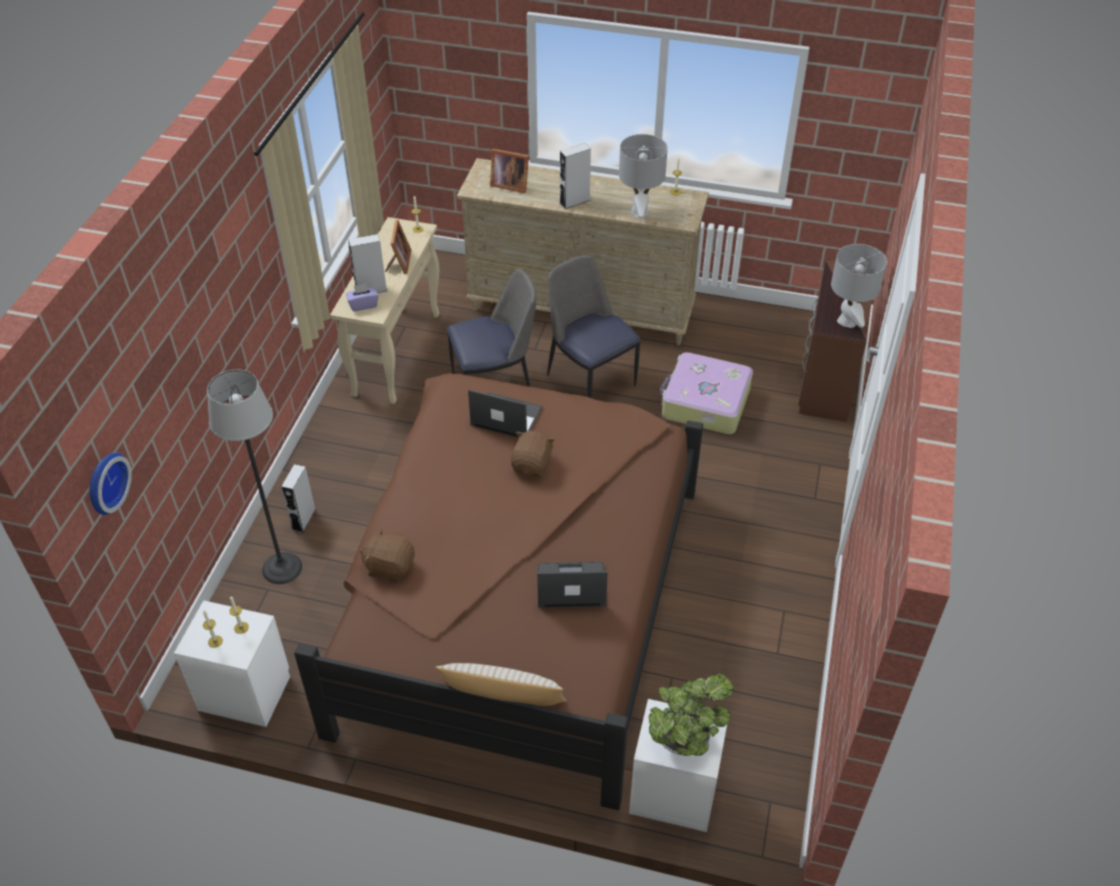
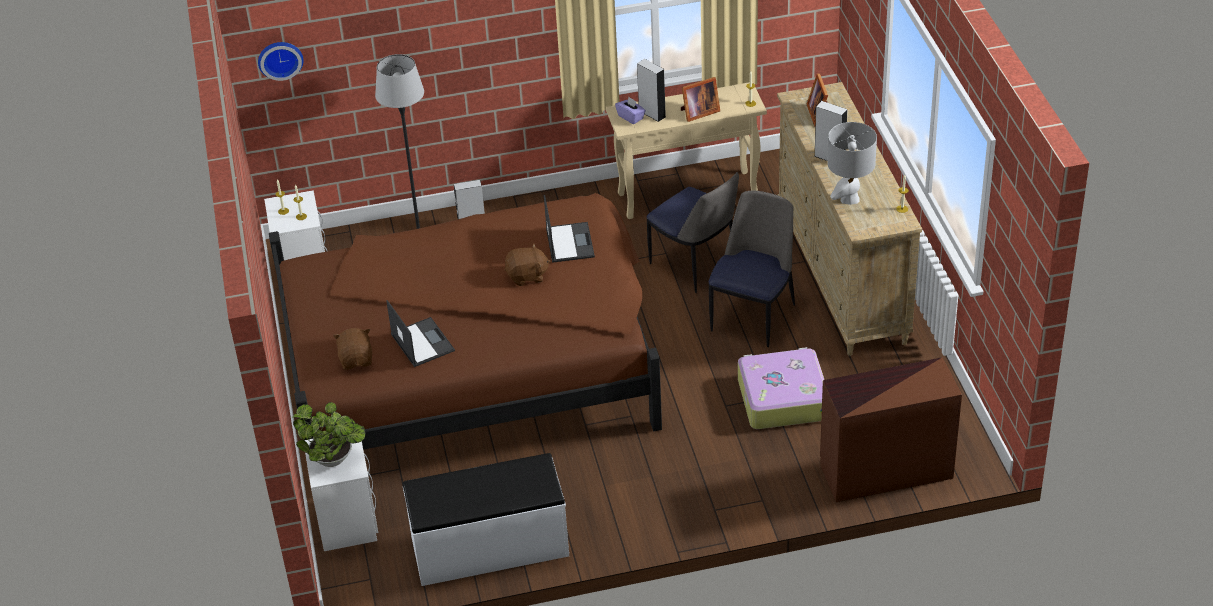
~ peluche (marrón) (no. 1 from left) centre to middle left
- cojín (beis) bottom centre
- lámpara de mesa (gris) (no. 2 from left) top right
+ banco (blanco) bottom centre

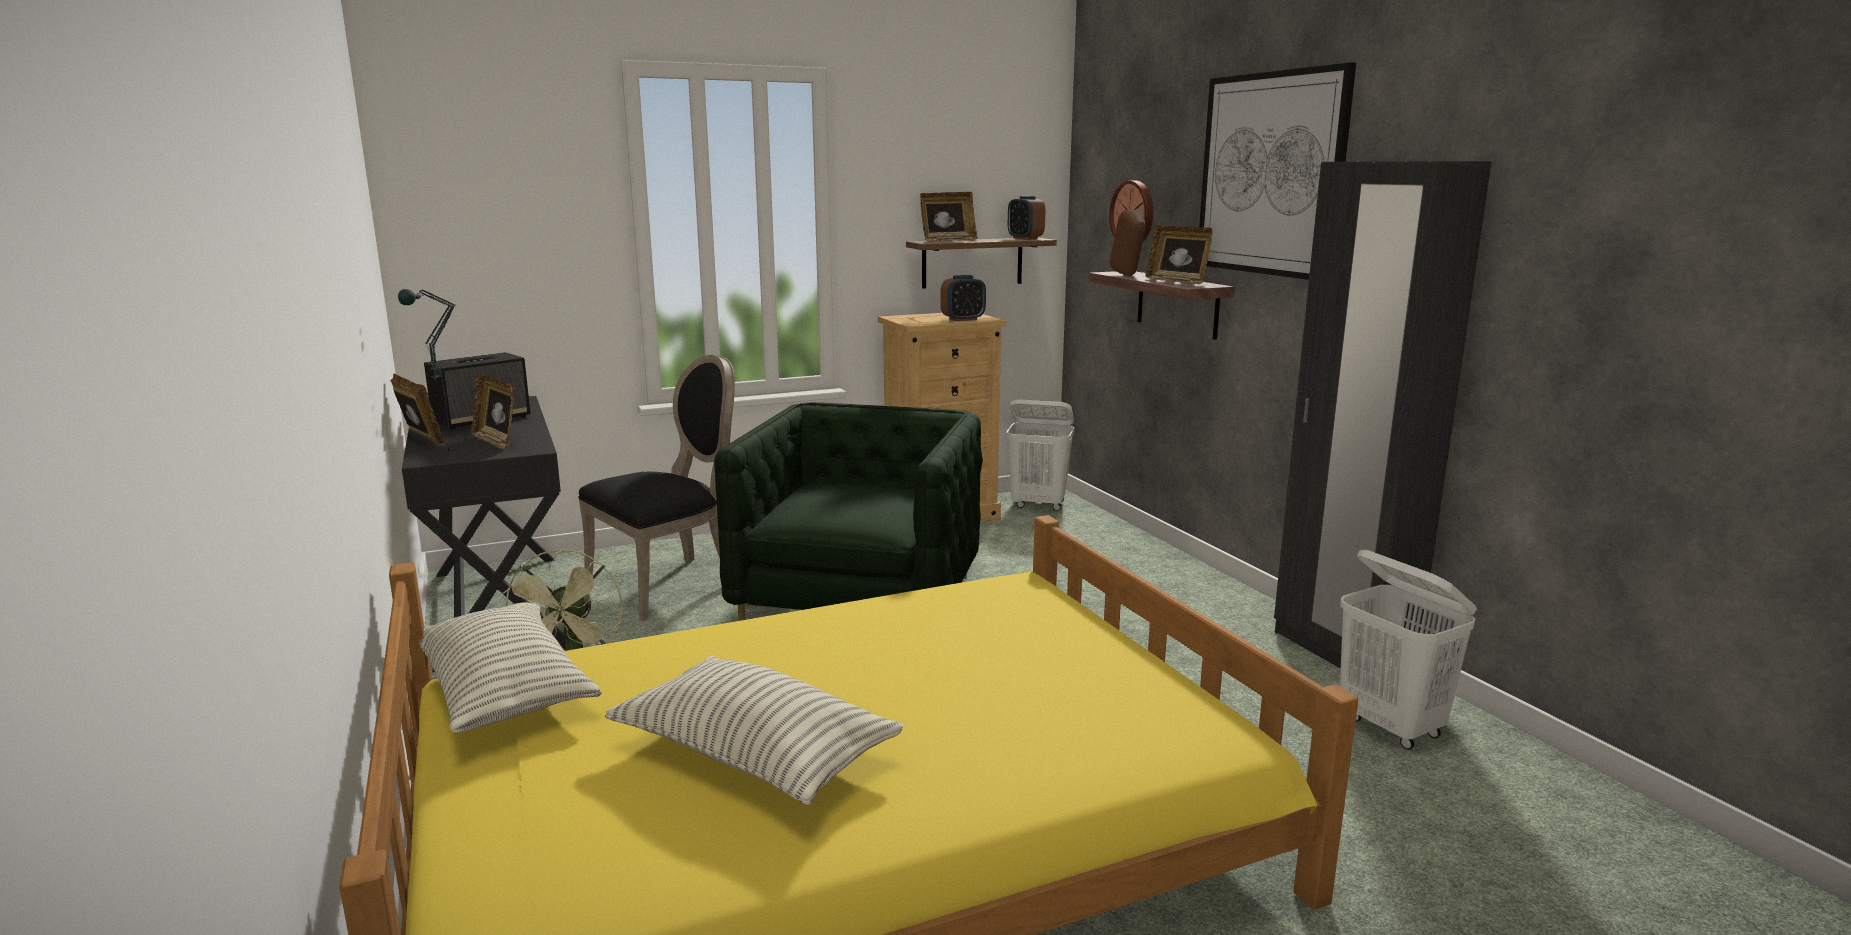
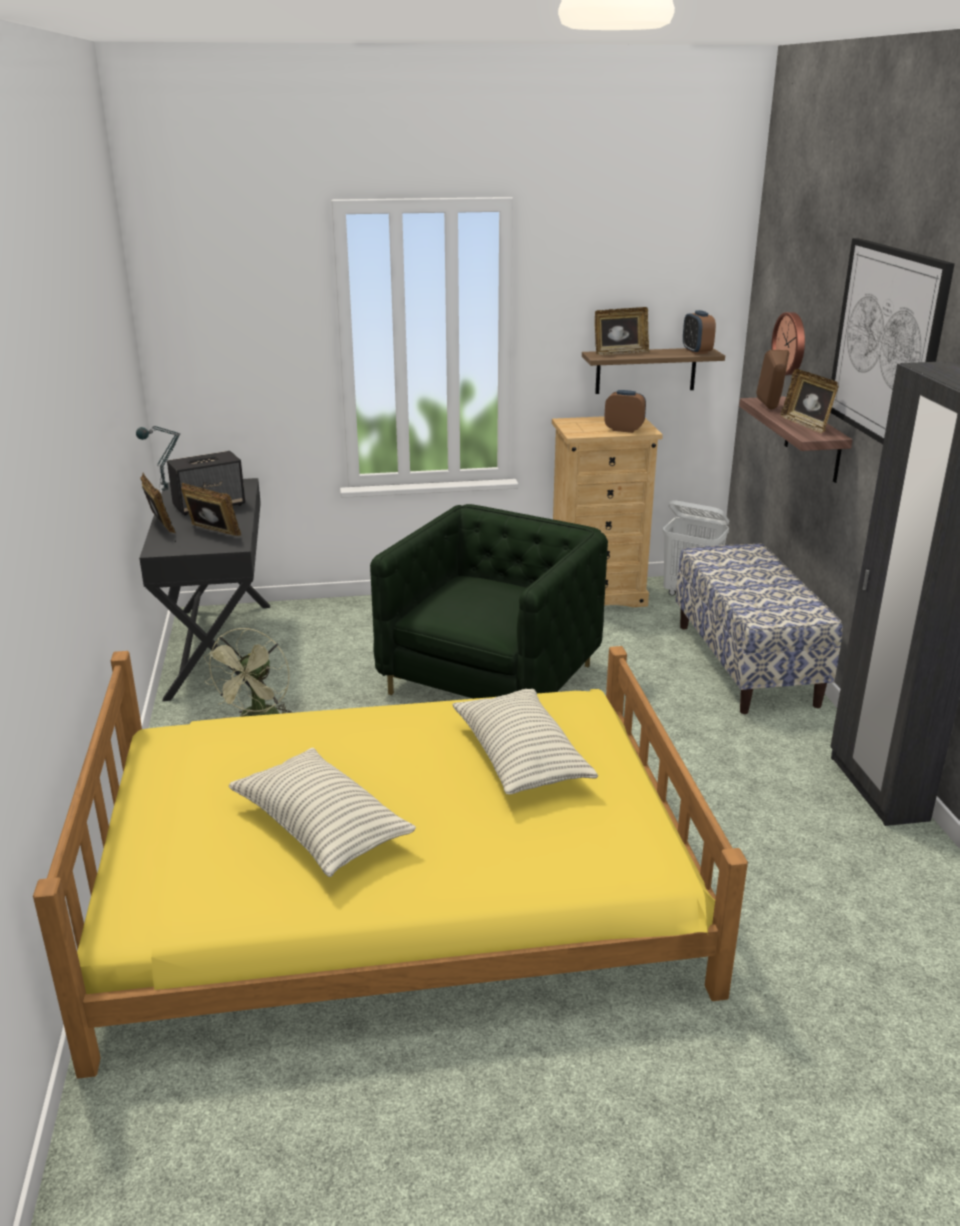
~ cojín (no. 1 from left in the first image) bottom left to cojín (no. 2 from left) centre
~ portarretratos (no. 2 from left) middle left = middle left 150 degrees clockwise
- silla (negro) centre
~ despertador (no. 1 from left) top centre = centre 150 degrees counterclockwise
- cesto de la ropa (blanco) (no. 2 from left) bottom right
+ banco middle right

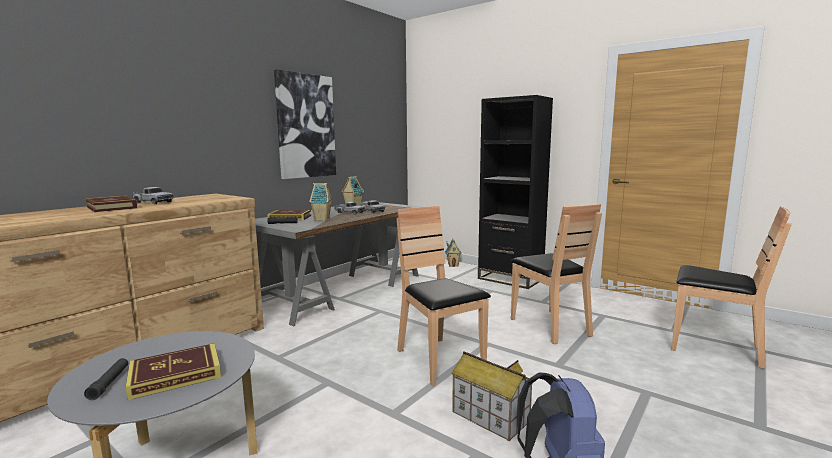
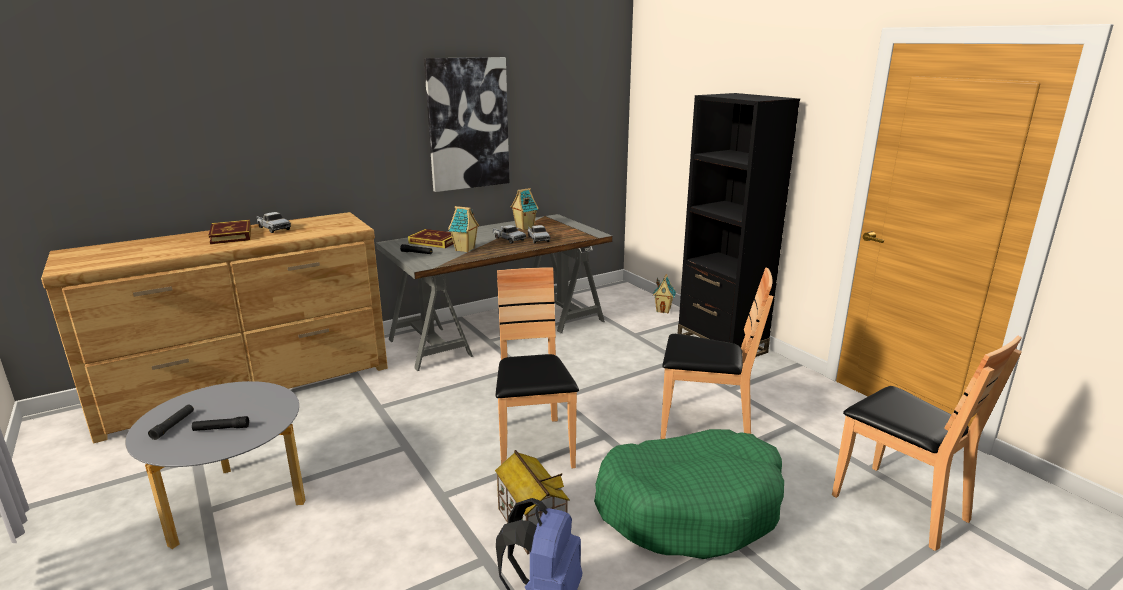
~ libro (no. 2 from left) bottom left to linterna (negro) (no. 2 from left) bottom left
~ silla (marrón) (no. 2 from left) middle right = centre 75 degrees counterclockwise
+ cama para perro (verde) bottom centre

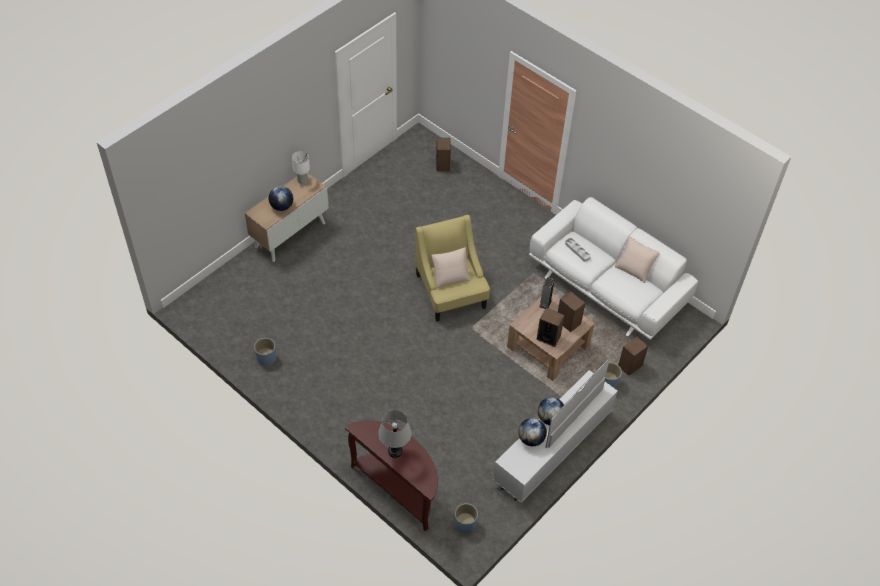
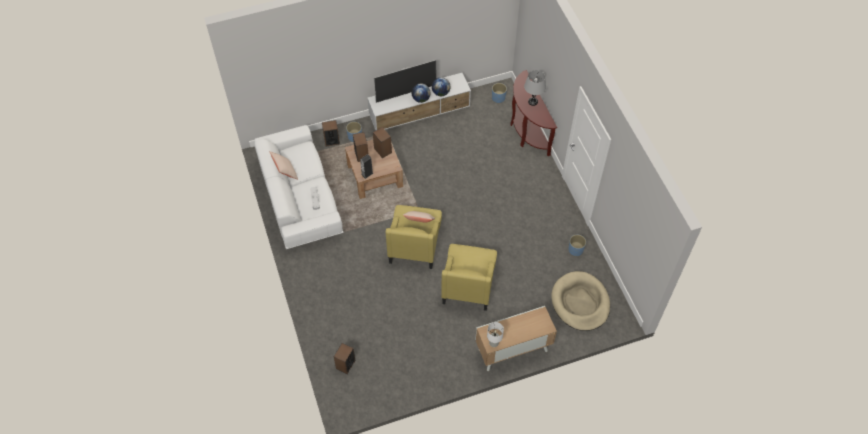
- globo terráqueo (no. 1 from left) middle left
+ sillón (amarillo) (no. 2 from left) centre
+ cama para perro (beis) bottom right

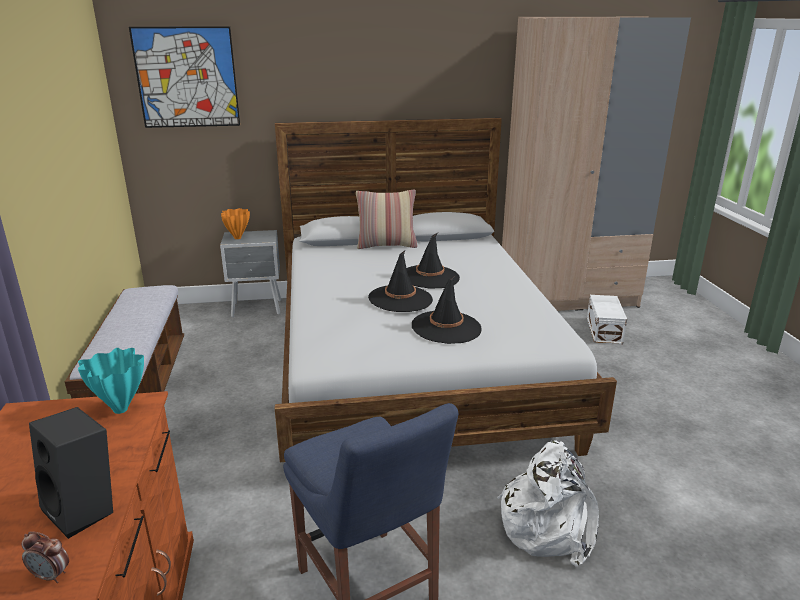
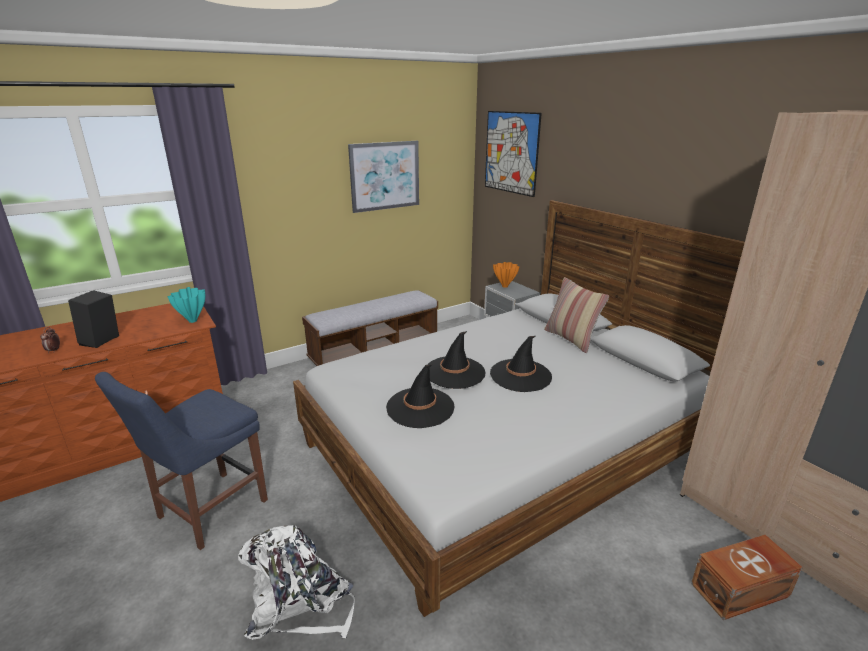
~ caja de almacenaje (blanco) middle right to caja de almacenaje (marrón) bottom right
+ cuadro (no. 1 from left) top centre

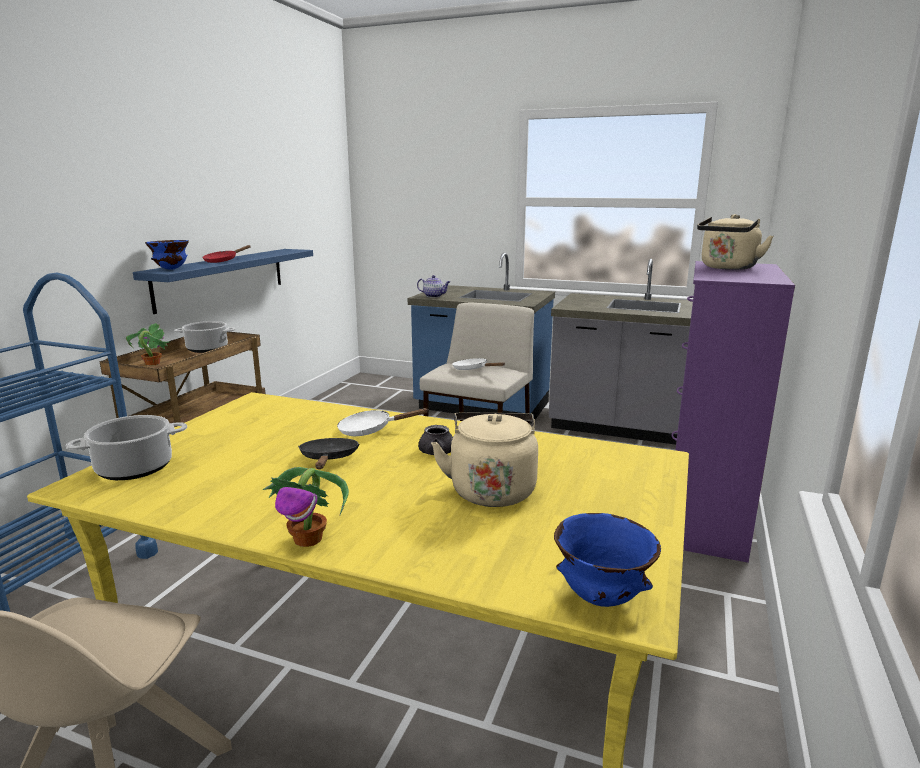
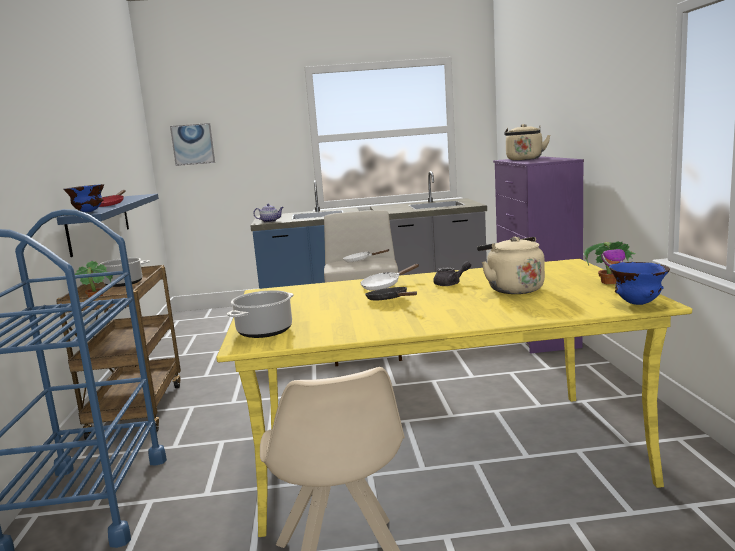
~ planta en maceta (no. 2 from left) middle left to middle right
+ cuadro top left

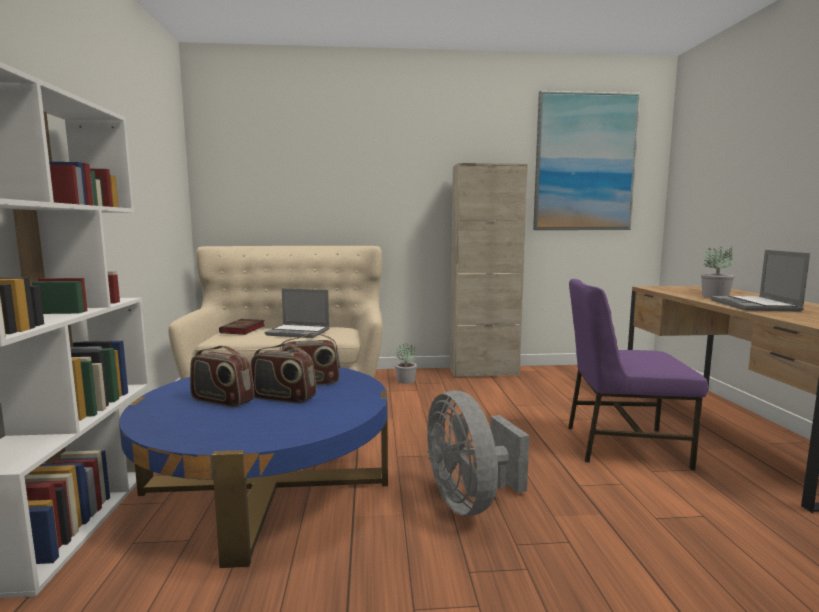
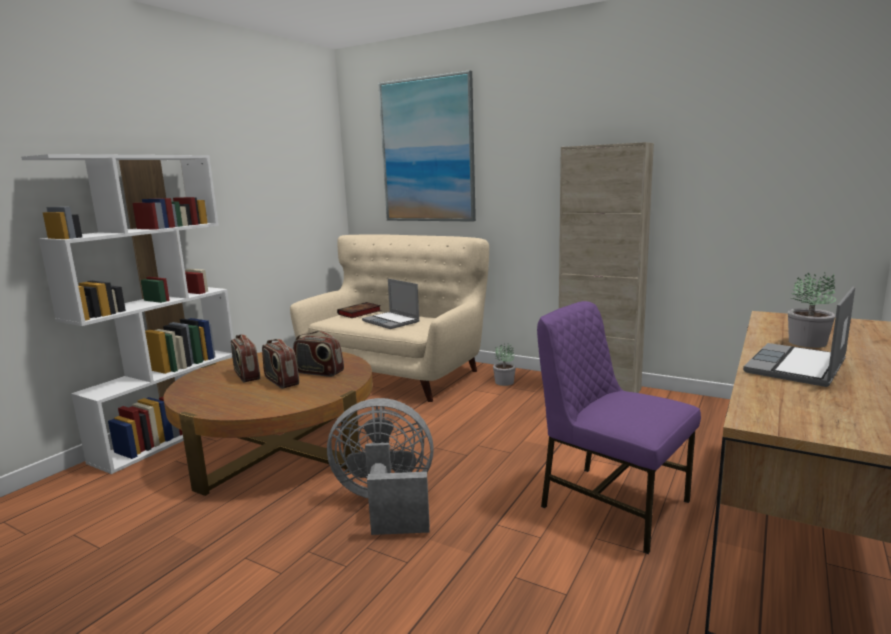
~ mesa de centro (azul) bottom left to mesa de centro (marrón) bottom left
~ ventilador (gris) bottom centre = bottom centre 75 degrees clockwise
~ cuadro top right to top centre

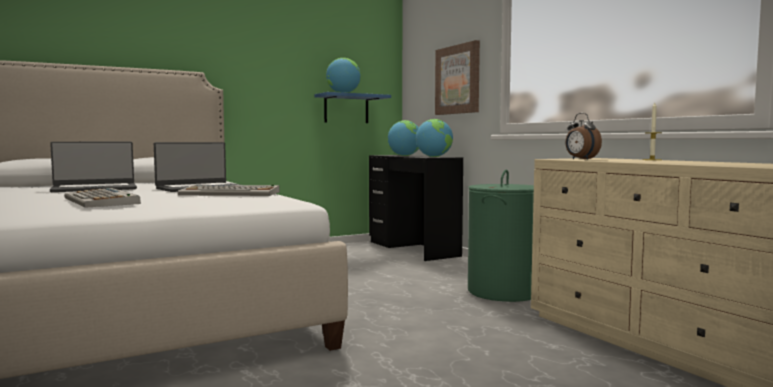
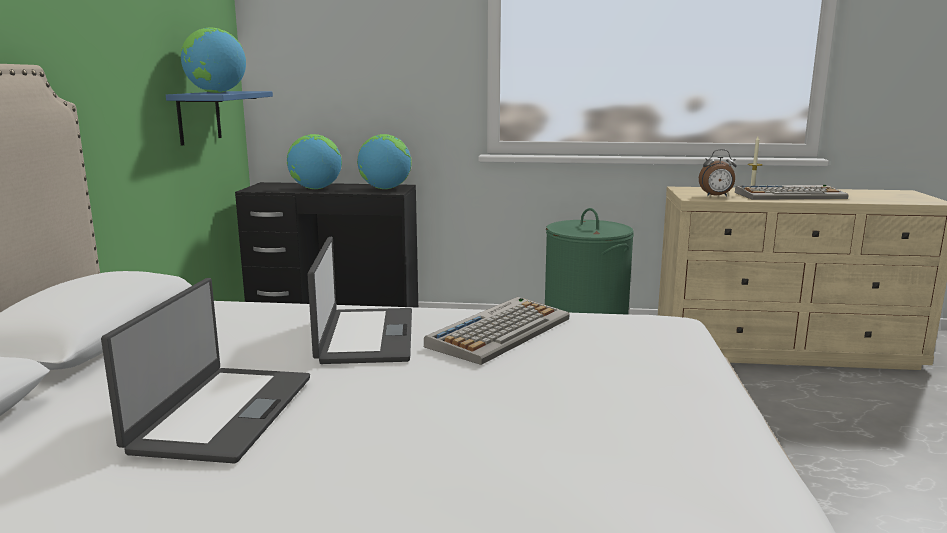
~ teclado (no. 1 from left in the first image) middle left to teclado (no. 2 from left) middle right
- cuadro top centre

